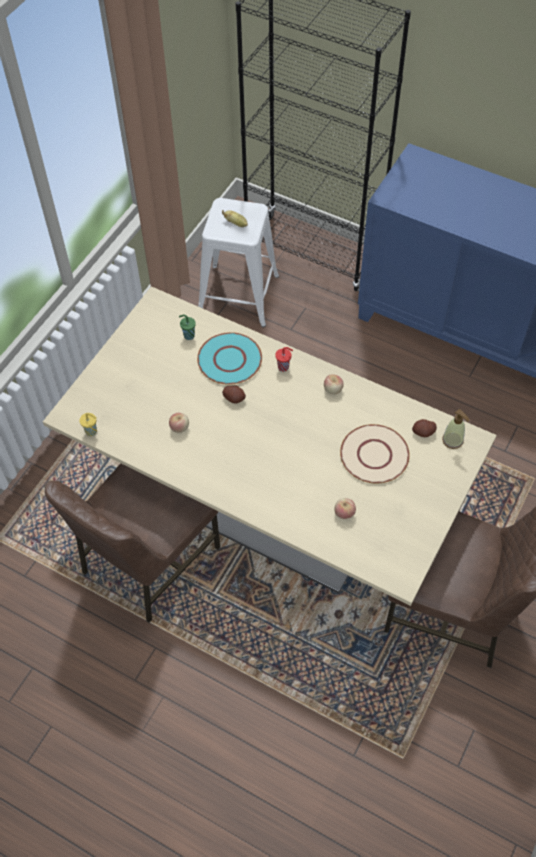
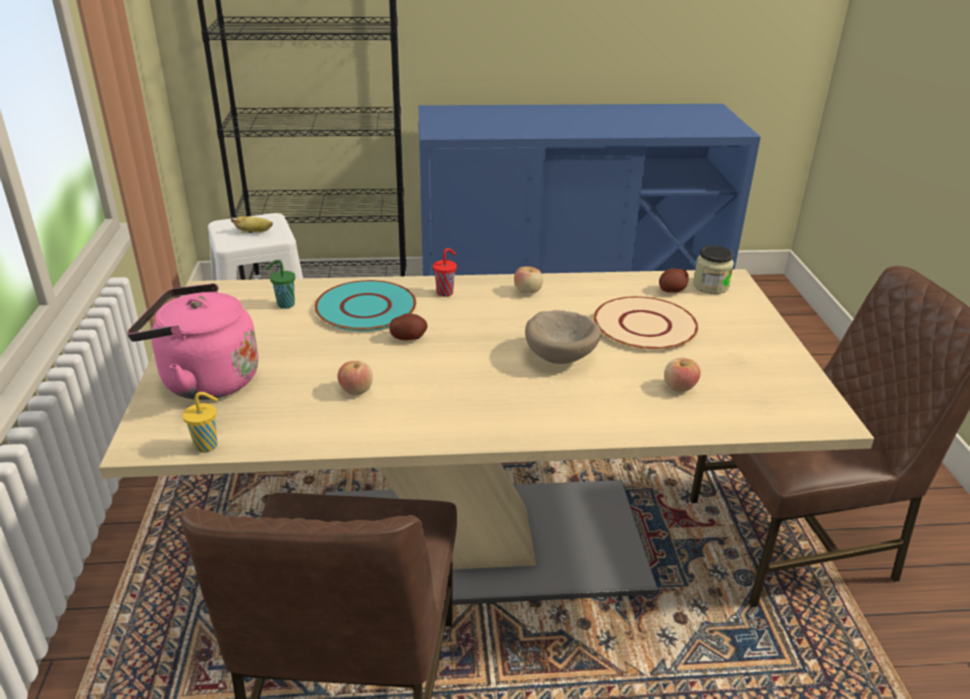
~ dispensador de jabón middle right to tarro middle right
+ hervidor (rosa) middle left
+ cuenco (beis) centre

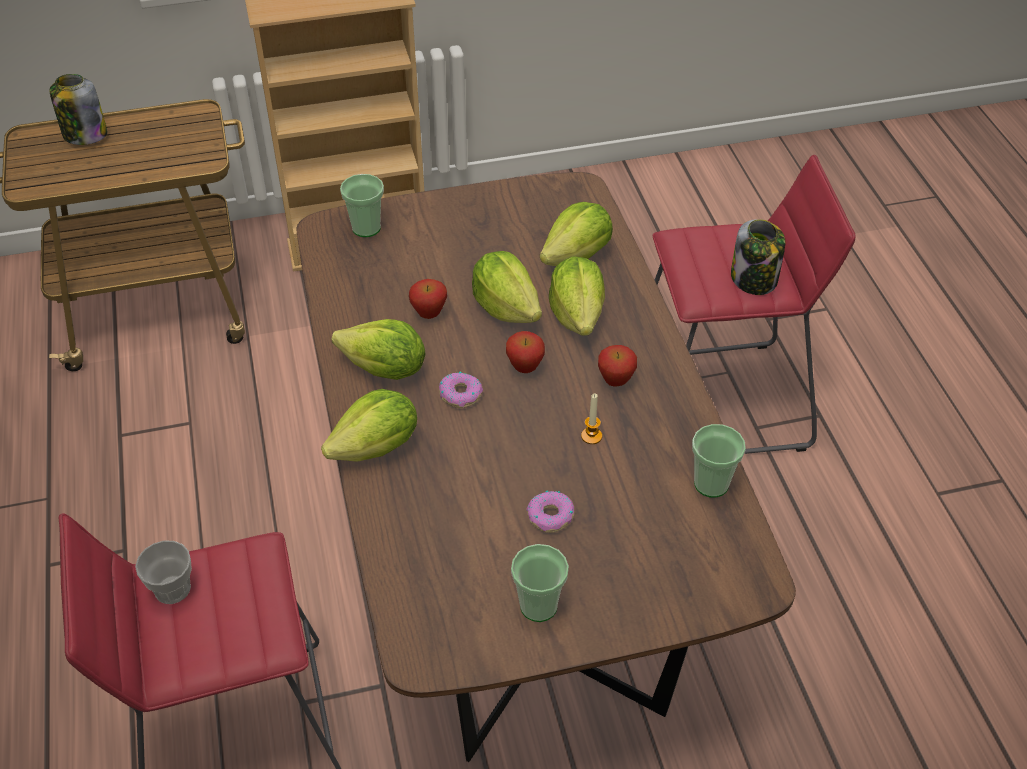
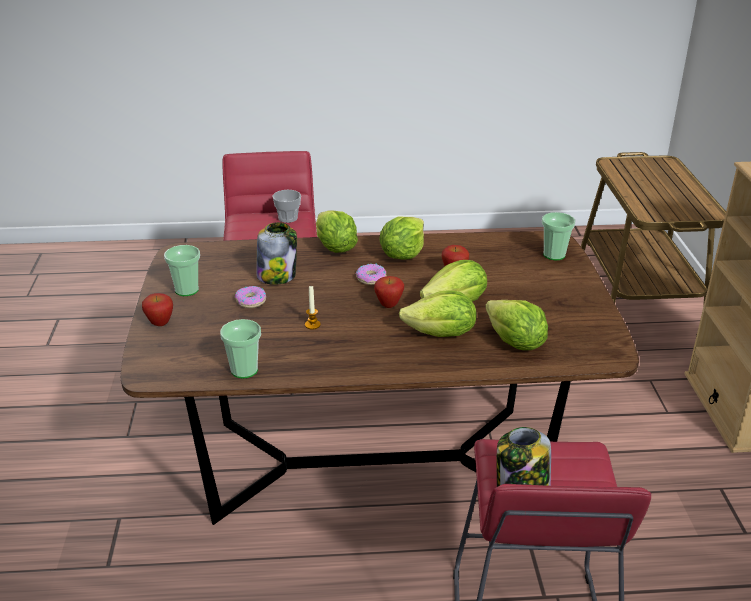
~ tarro (no. 1 from left) top left to centre
~ manzana (no. 3 from left in the first image) centre to manzana (no. 1 from left) middle left

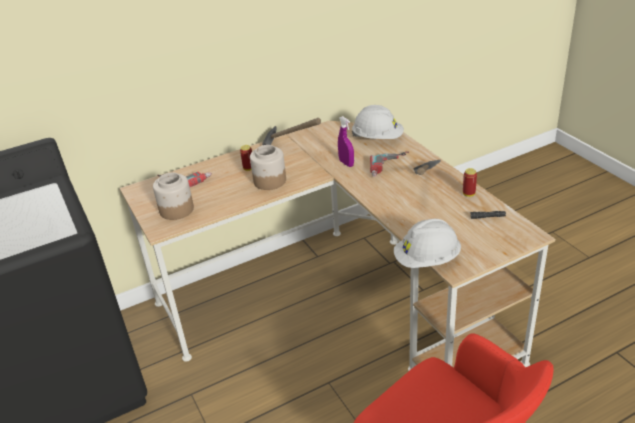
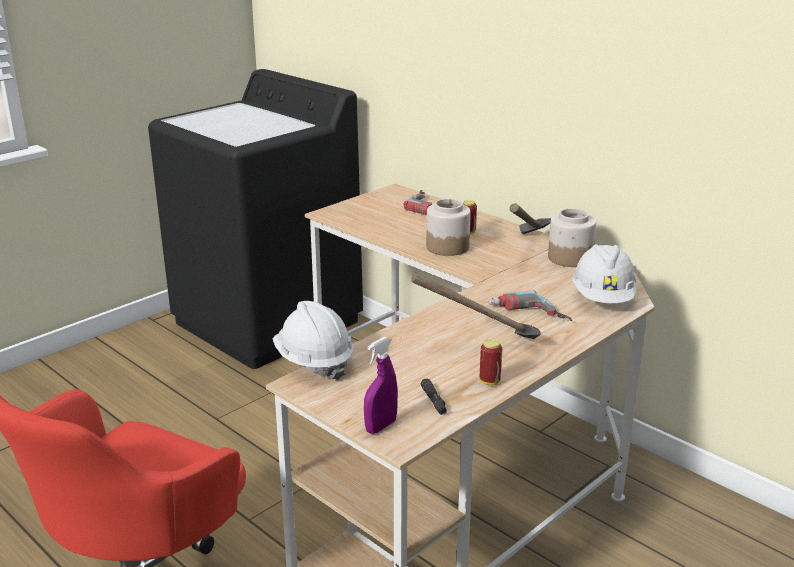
~ tarro (no. 1 from left in the first image) middle left to tarro (no. 2 from left) middle right
~ pulverizador (morado) centre to bottom centre

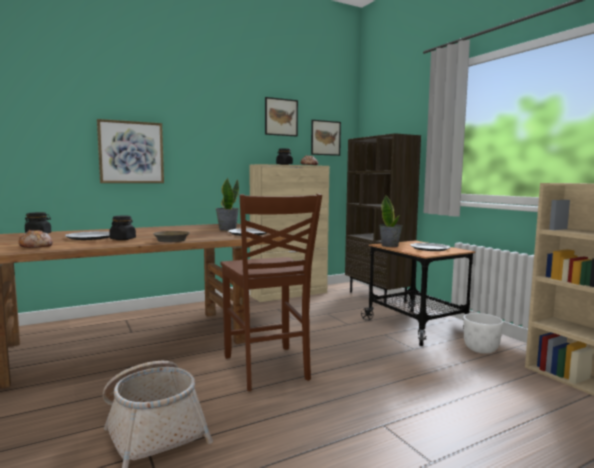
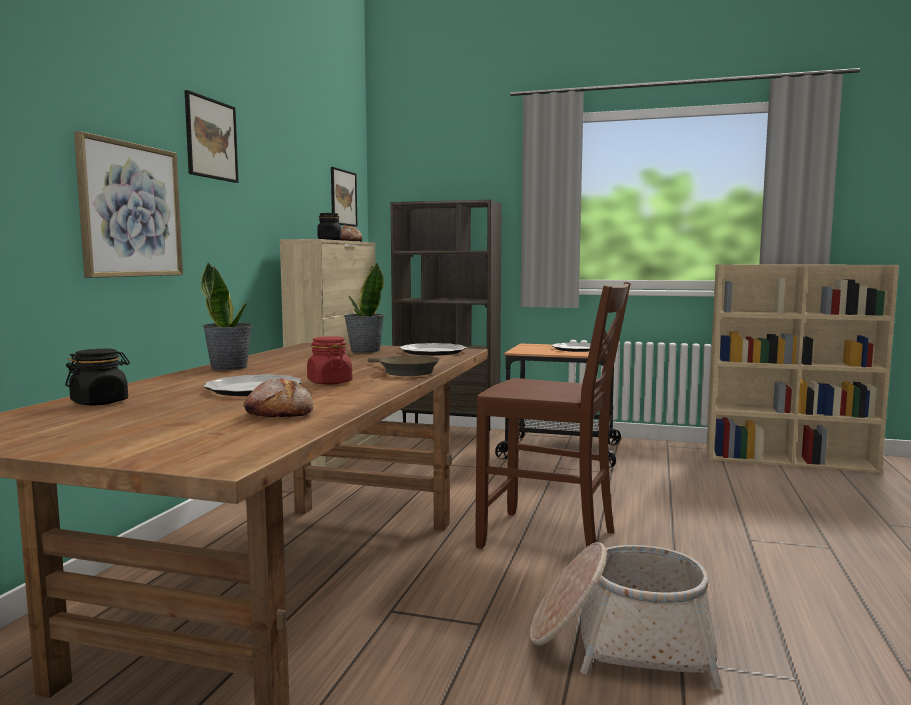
~ tarro (negro) (no. 2 from left) middle left to tarro (rojo) centre
~ cuadro (no. 2 from left) top centre to top left
~ planta en maceta (no. 2 from left in the first image) centre to planta en maceta (no. 1 from left) middle left
- maceta (blanco) bottom right

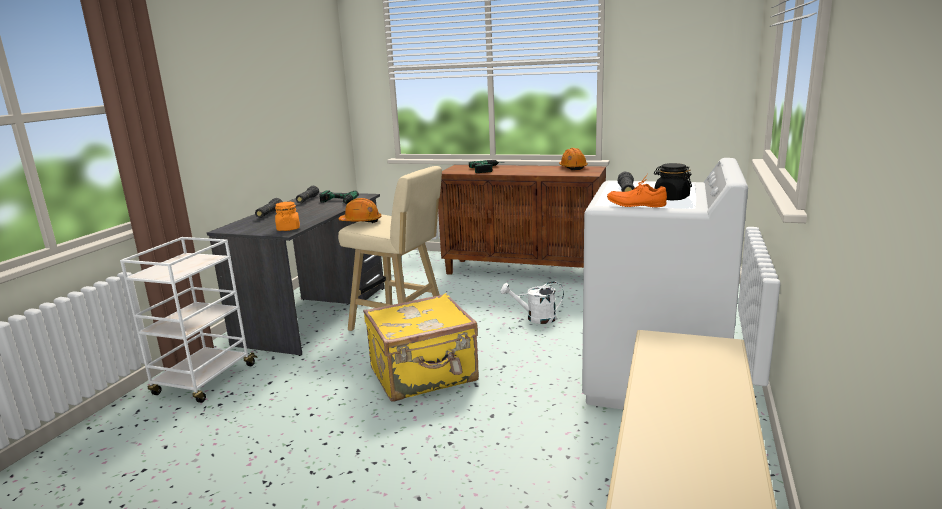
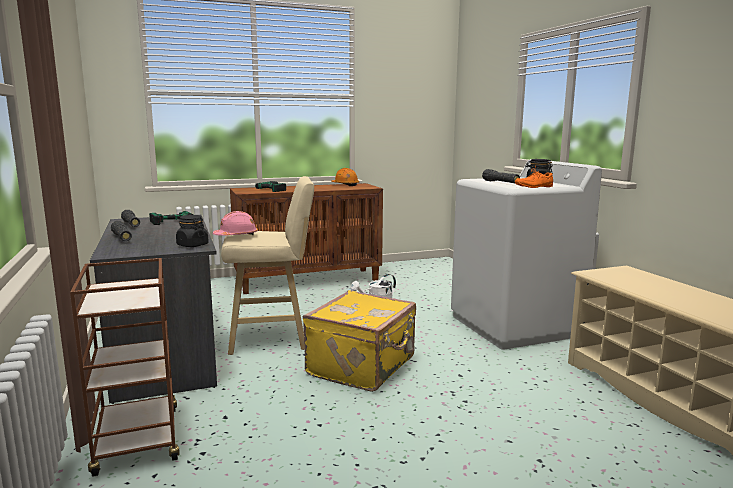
~ carrito (blanco) middle left to carrito (marrón) bottom left
~ tarro (naranja) middle left to tarro (negro) (no. 1 from left) middle left
~ casco (naranja) (no. 1 from left) centre to casco (rosa) middle left

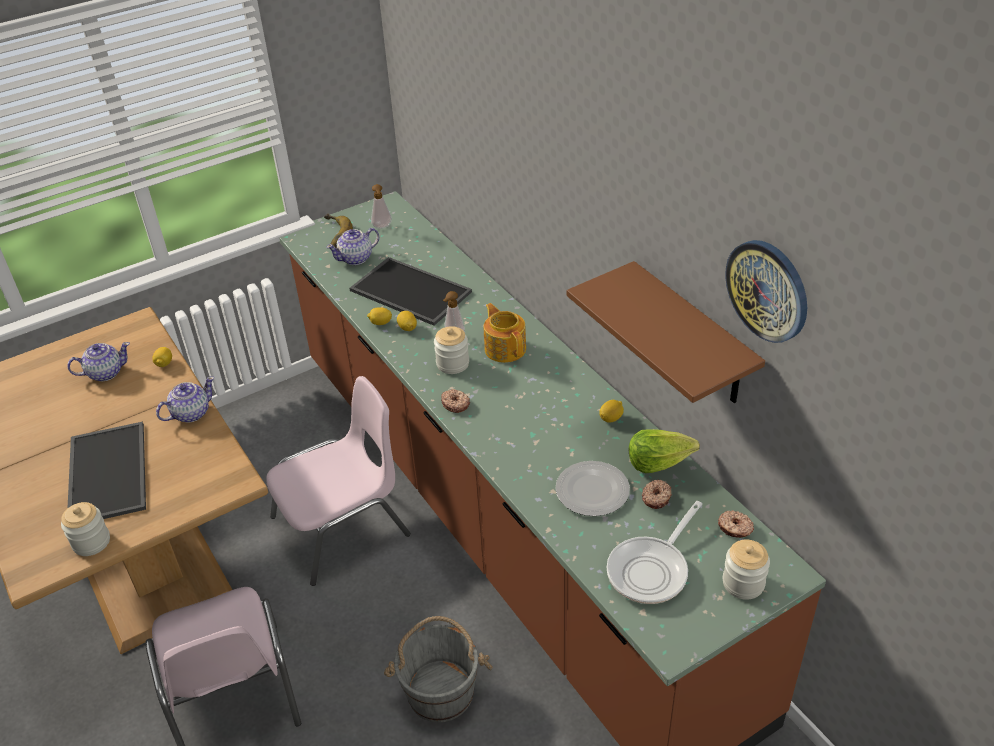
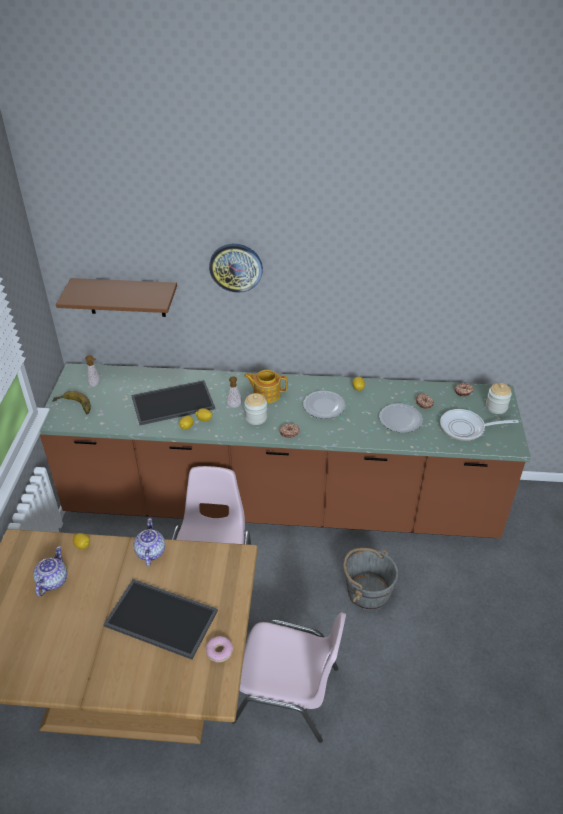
~ tarro (no. 1 from left) bottom left to rosquilla (no. 1 from left) bottom centre
- tetera (no. 3 from left) top centre
~ estante (marrón) middle right to middle left
~ sartén bottom centre = middle right 105 degrees clockwise
- lechuga middle right
~ reloj de pared middle right to top centre
+ plato (no. 1 from left) centre

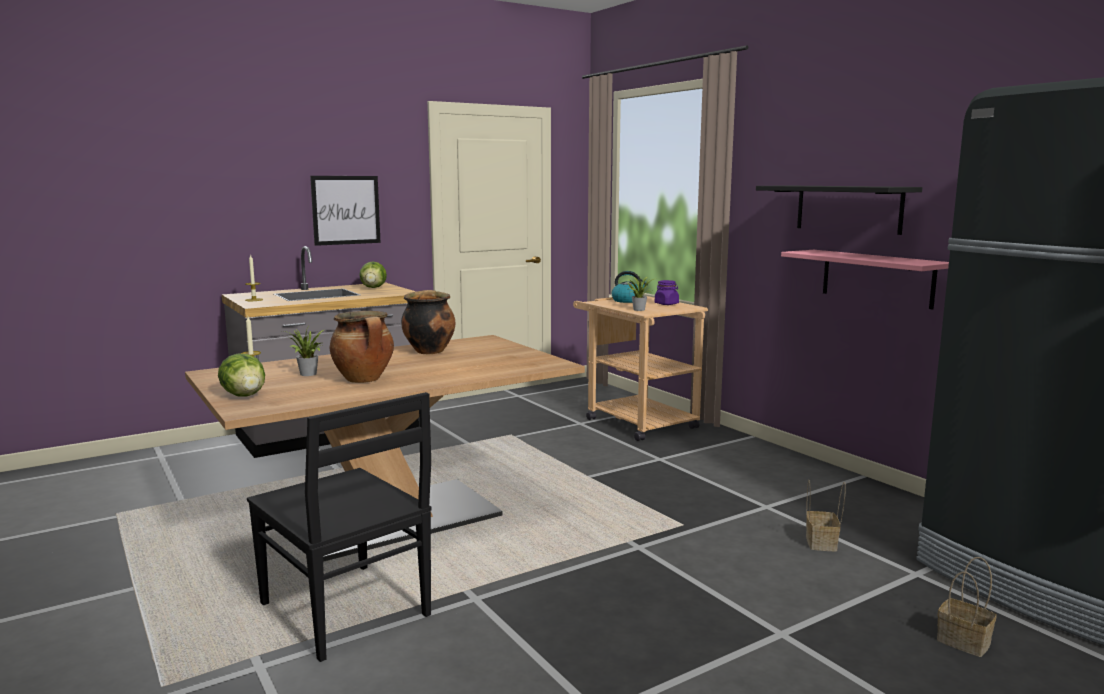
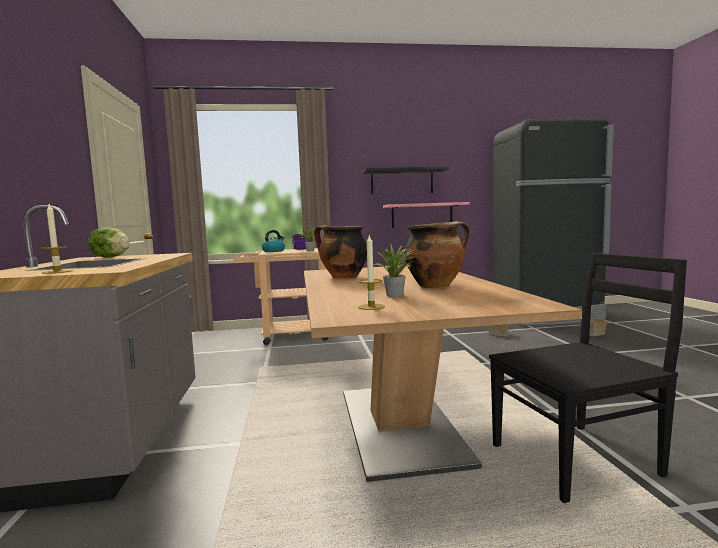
- lechuga (no. 1 from left) middle left
- cuadro top left

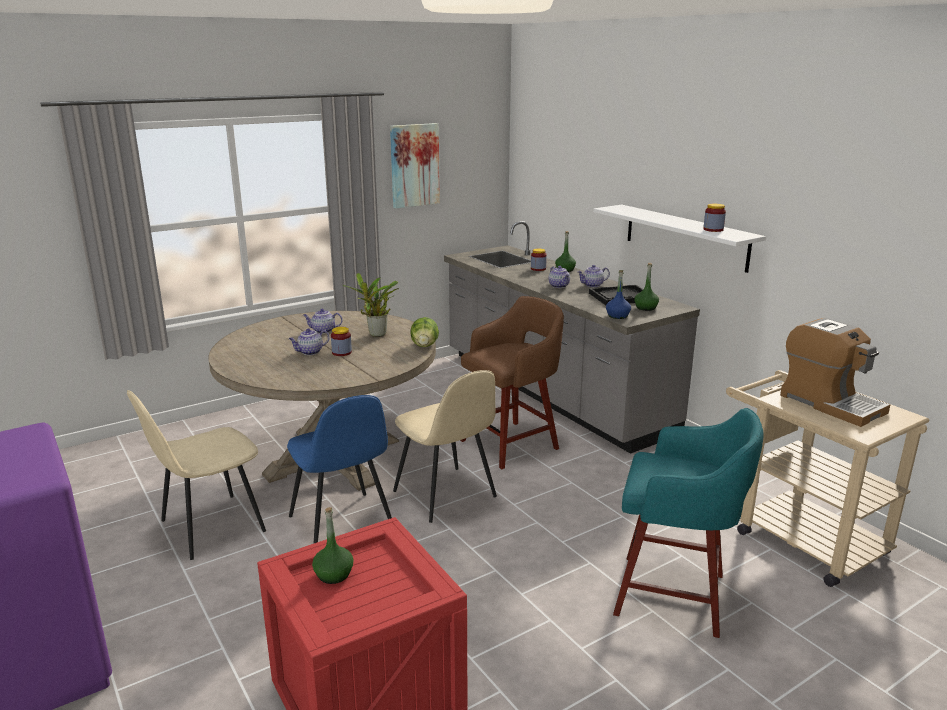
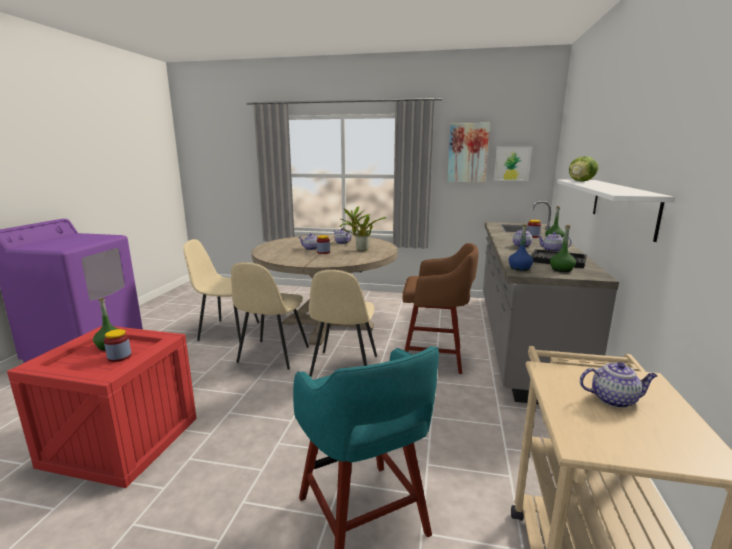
~ silla (azul) centre to silla (beis) (no. 2 from left) centre
~ lechuga centre to top right
~ tarro (no. 3 from left in the first image) top right to tarro (no. 1 from left) middle left
~ cafetera middle right to tetera (no. 5 from left) bottom right
+ cuadro (no. 2 from left) top right

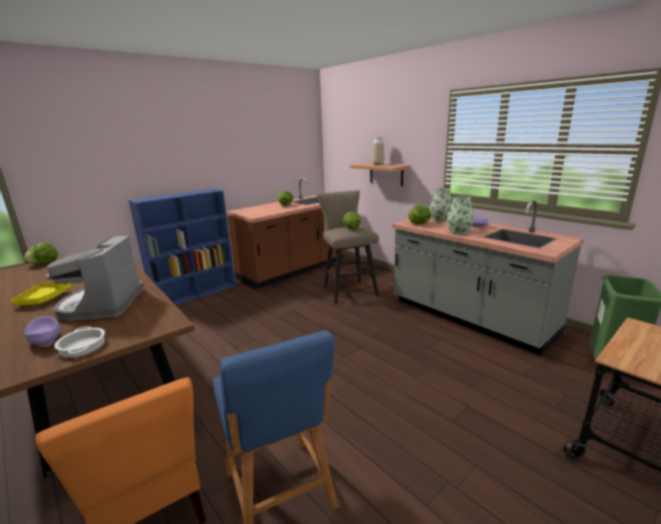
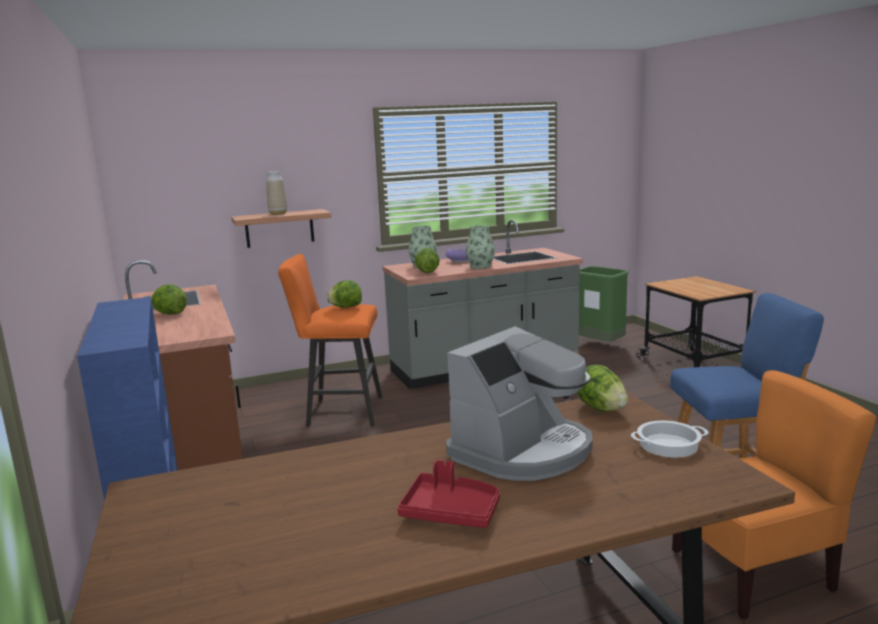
~ bandeja (amarillo) middle left to bandeja (rojo) bottom centre
~ lechuga (no. 1 from left in the first image) middle left to lechuga (no. 4 from left) middle right
- cuenco (morado) (no. 1 from left) middle left
~ cafetera middle left = centre 60 degrees counterclockwise
~ taburete (beis) centre to taburete (naranja) centre

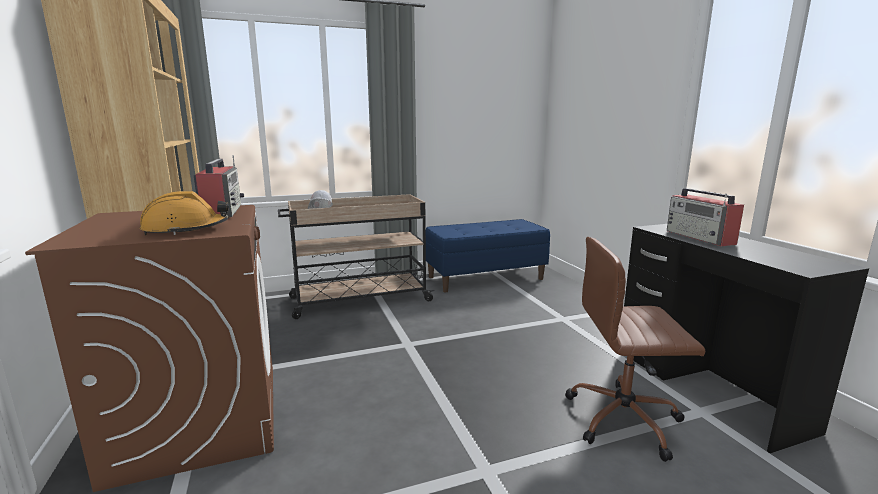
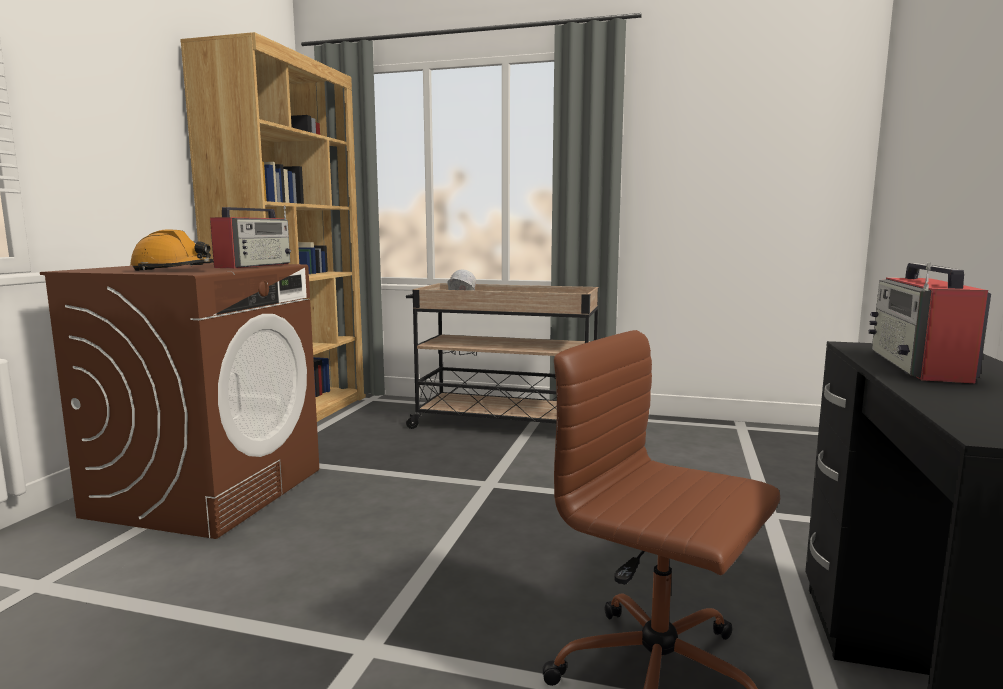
- banco (azul) centre

